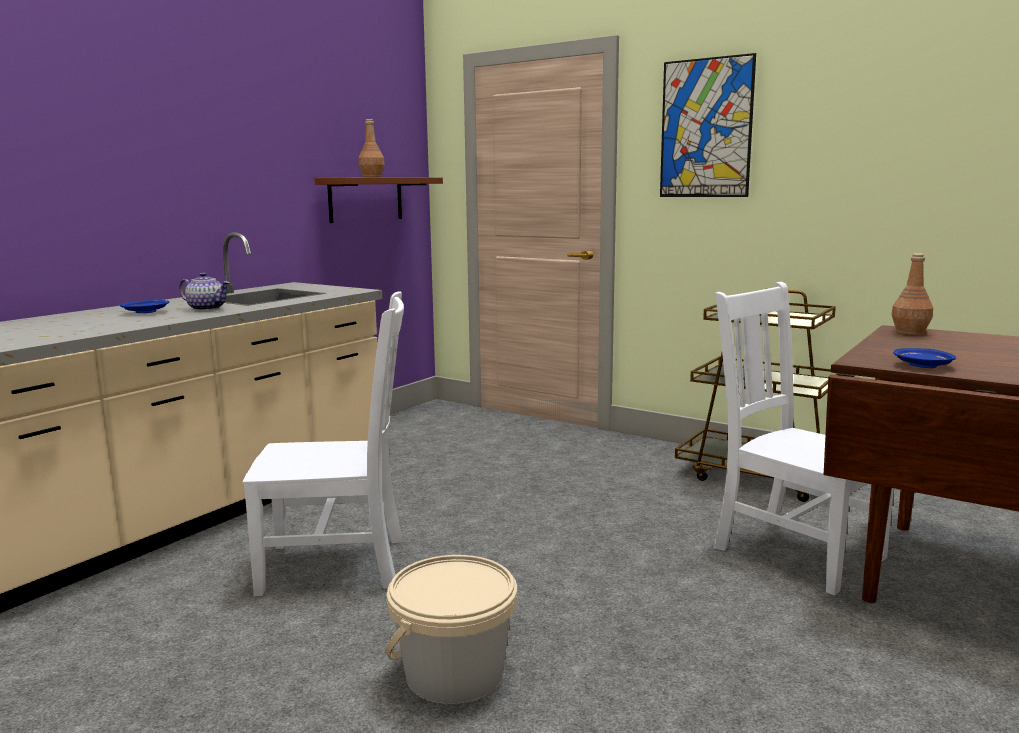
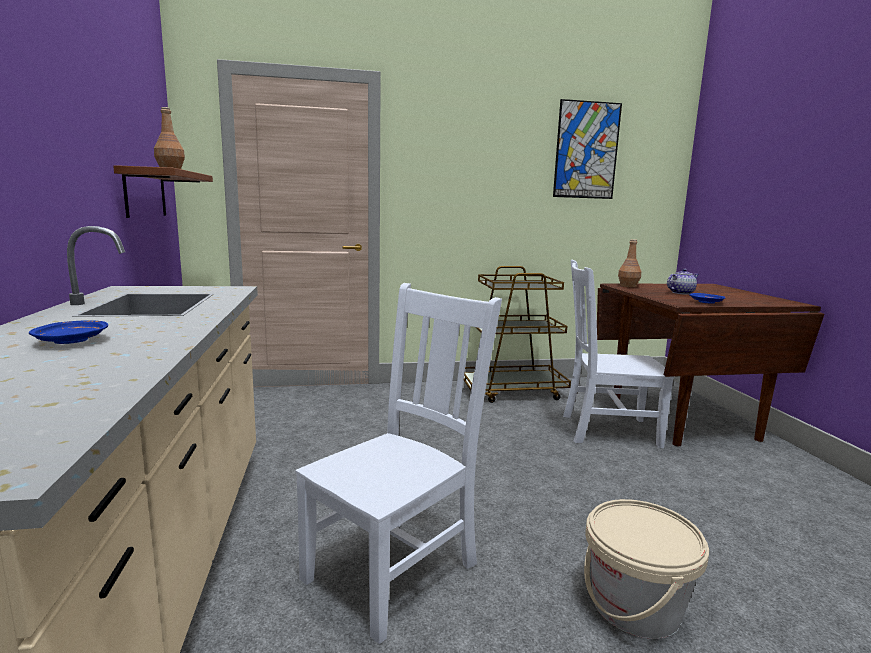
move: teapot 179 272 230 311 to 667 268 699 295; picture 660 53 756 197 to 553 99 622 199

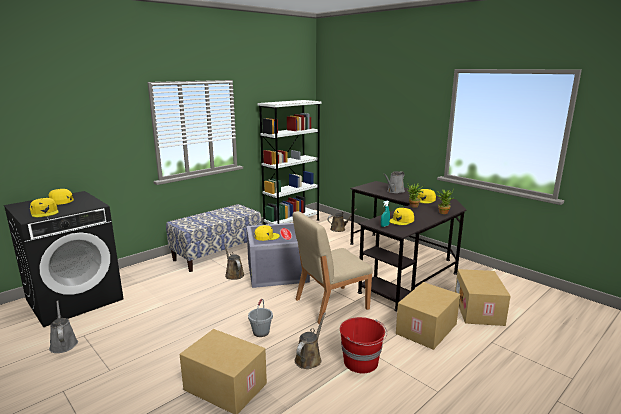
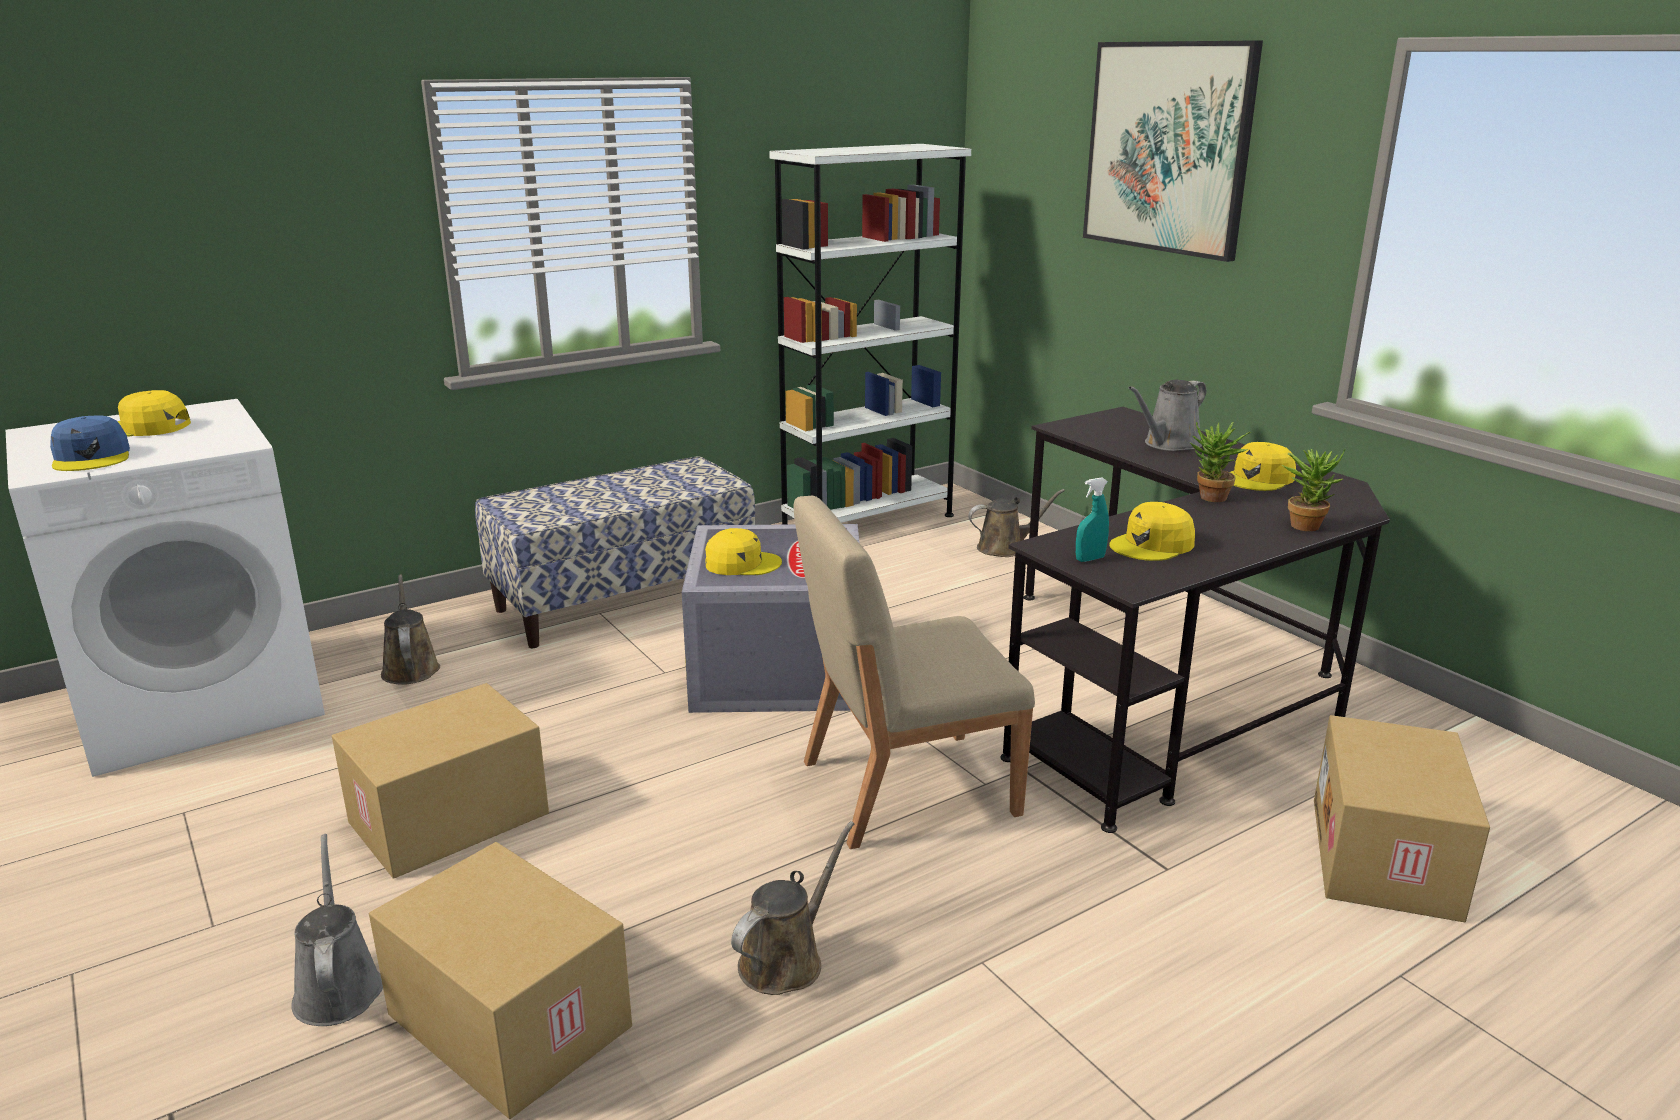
delete: grey bucket 248 299 273 337; red bucket 340 317 387 373
insert: picture 1083 40 1263 262
move: grey watering can 49 301 78 353 to 291 834 383 1026; brown watering can 224 244 244 280 to 381 575 440 685; cardboard box 396 282 460 350 to 332 683 549 879
recolor: black washing machine 4 191 124 327 to white washing machine 6 399 325 777; yellow cap 30 198 59 217 to blue cap 50 416 130 471

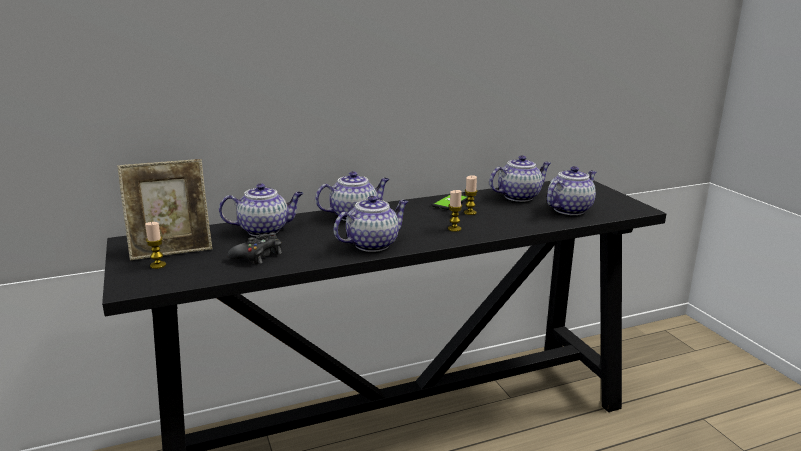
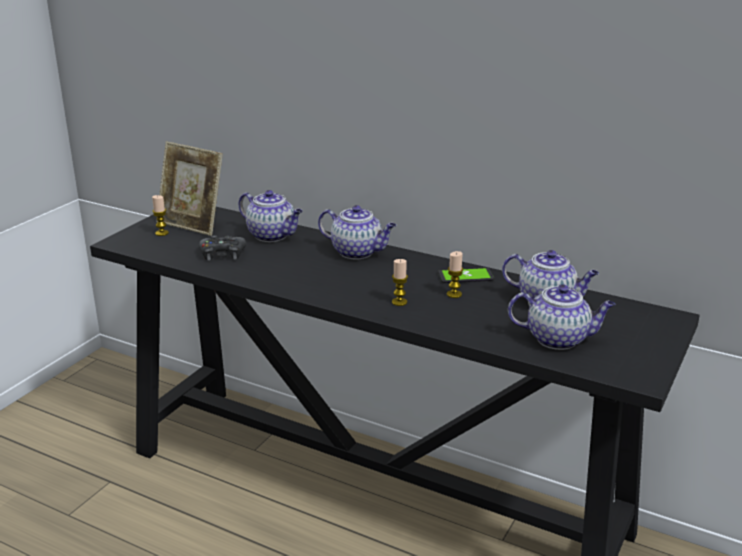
delete: teapot 334 195 409 252

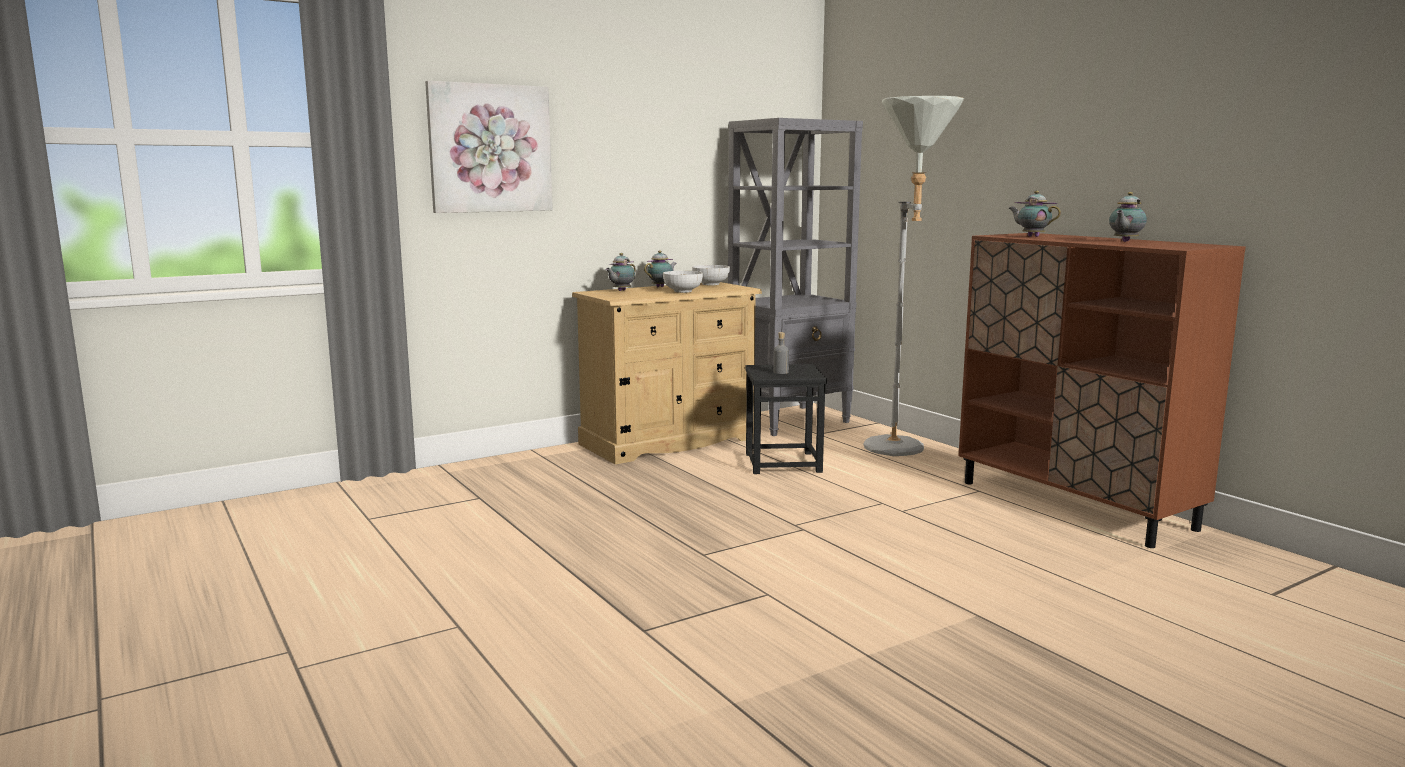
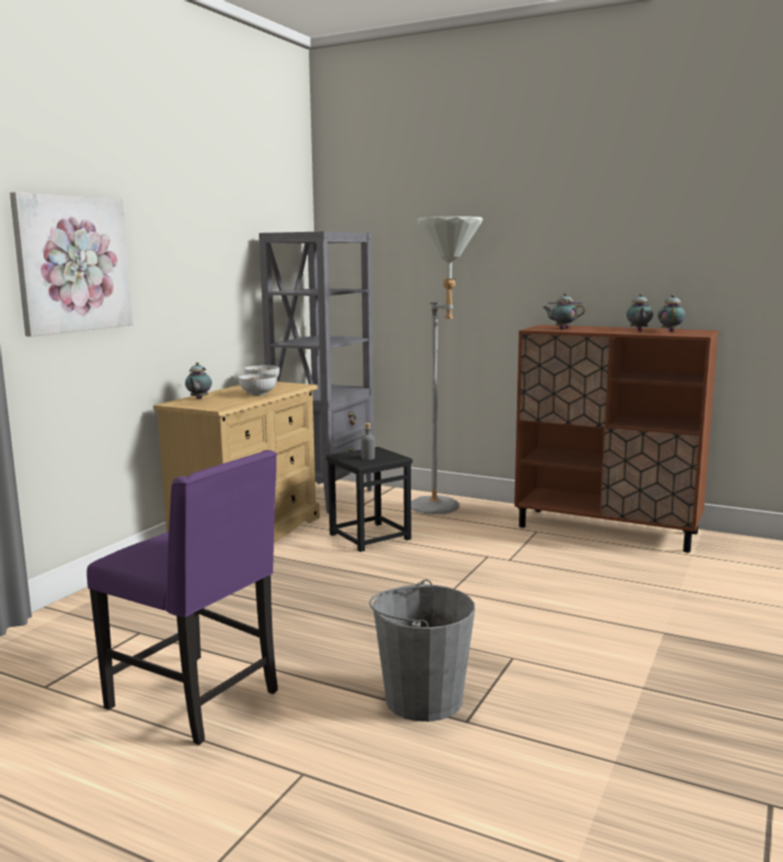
insert: purple chair 87 450 278 745; grey bucket 369 579 475 722
move: teapot 644 250 677 287 to 658 294 685 332

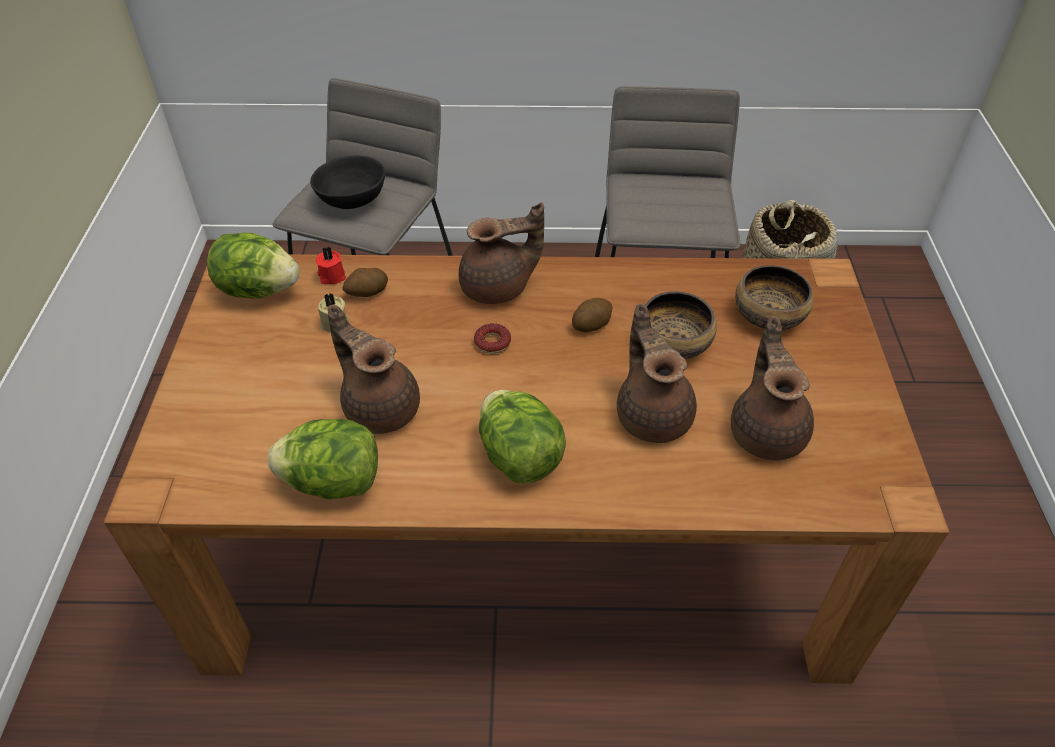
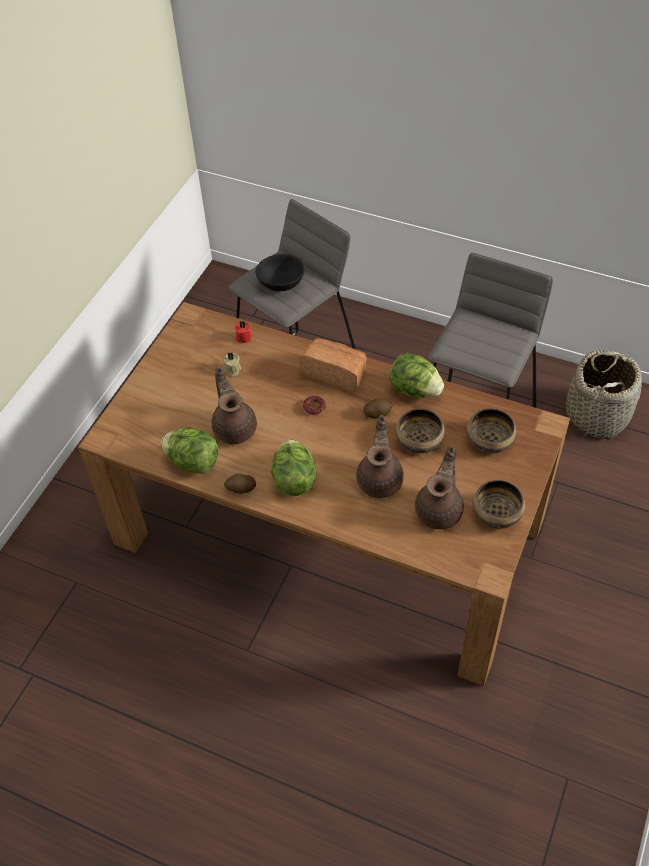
insert: bowl 473 480 525 529
move: lettuce 207 233 299 299 to 389 353 444 398; potato 342 268 388 297 to 224 473 256 494
replace: brown teapot 459 202 544 304 to bread 299 338 367 392

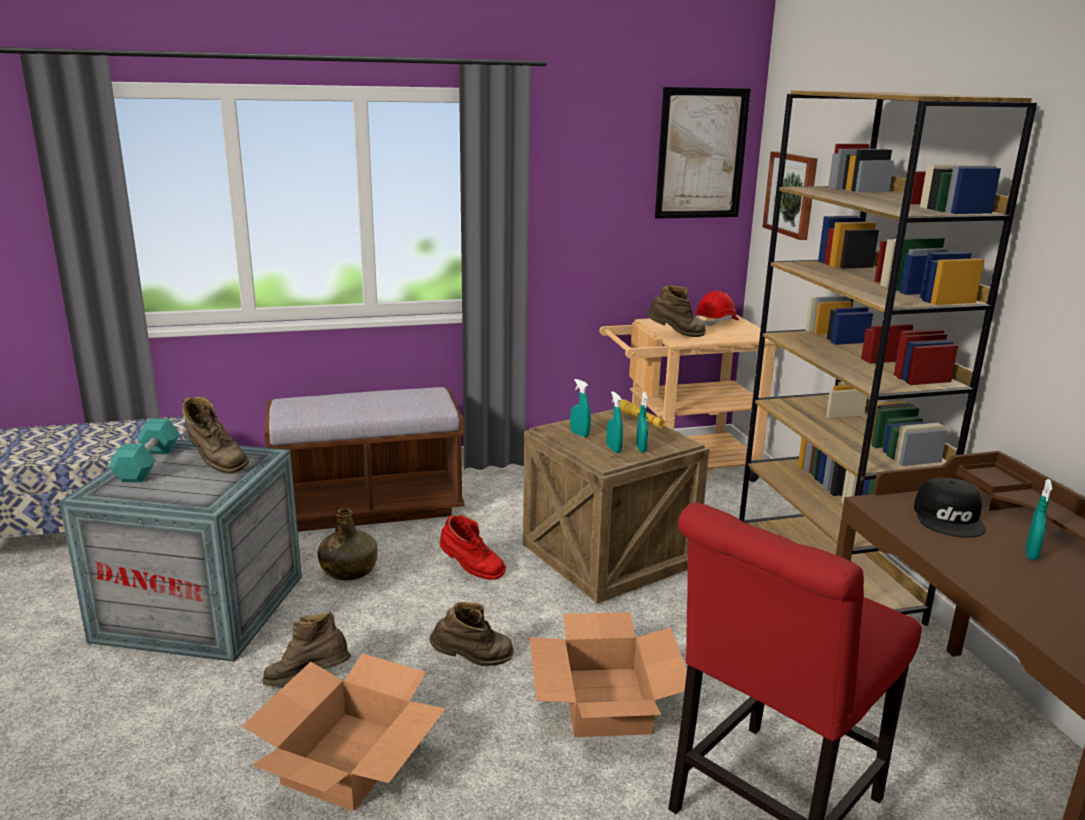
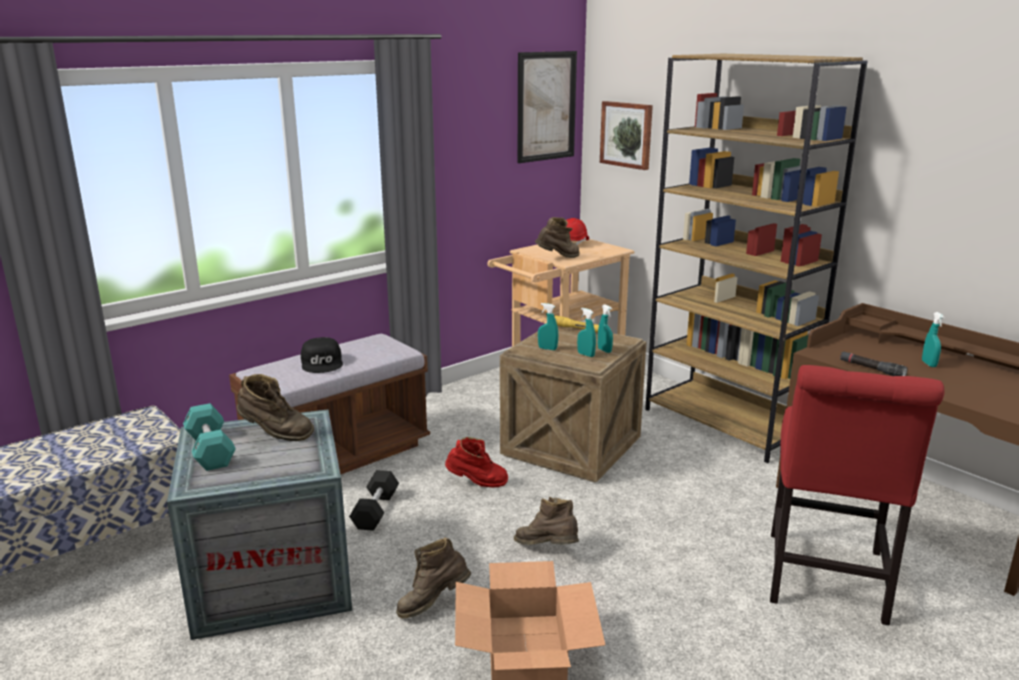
delete: cardboard box 529 612 687 737
insert: black flashlight 840 352 908 376
move: black cap 914 478 986 538 to 301 337 343 373
replace: green bottle 317 508 378 581 to black dumbbell 349 470 399 531
rotate: brown boot 430 602 514 666 = 514 497 579 545 105 degrees counterclockwise

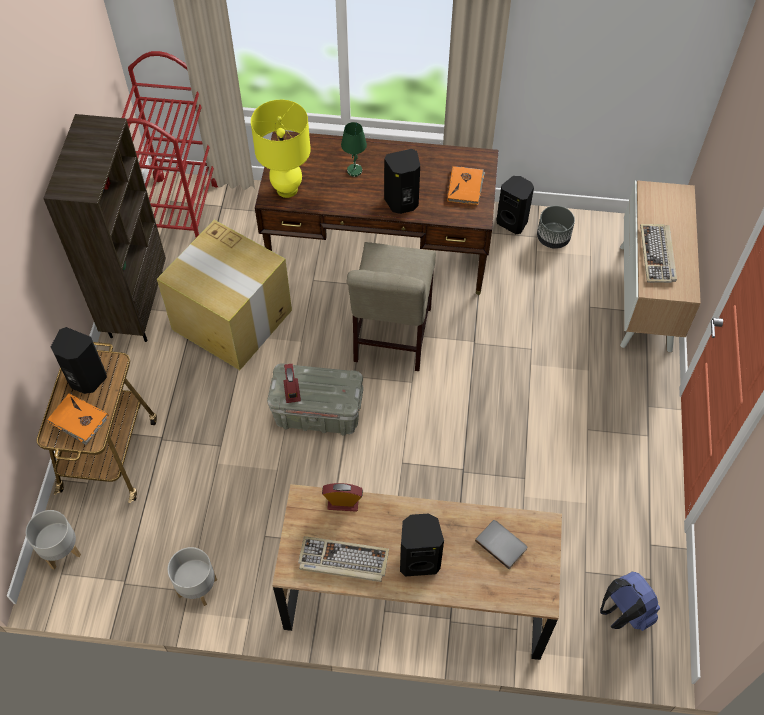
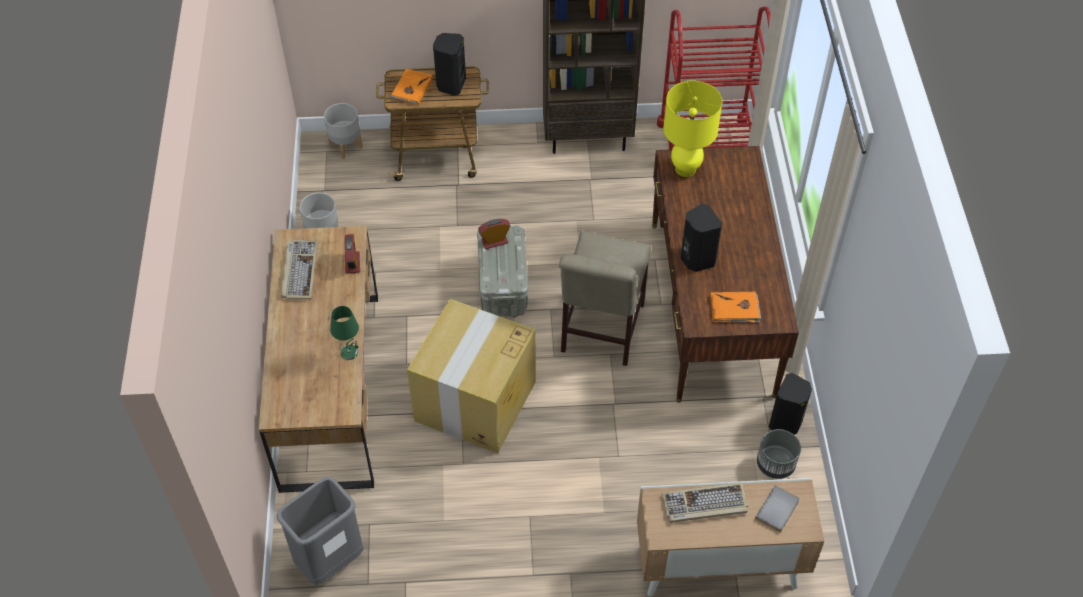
delete: black speaker 400 513 444 576
move: cardboard box 157 220 292 370 to 407 299 536 453; green table lamp 341 122 367 177 to 330 306 359 360; grey book 475 520 528 569 to 755 485 799 532
replace: blue backpack 600 571 660 631 to grey trash can 276 477 364 585
rotate: beige chair 347 242 436 371 = 559 231 651 366 75 degrees counterclockwise

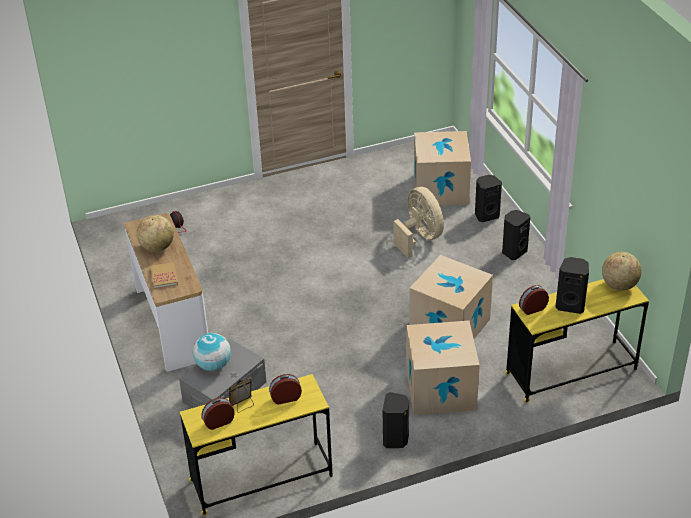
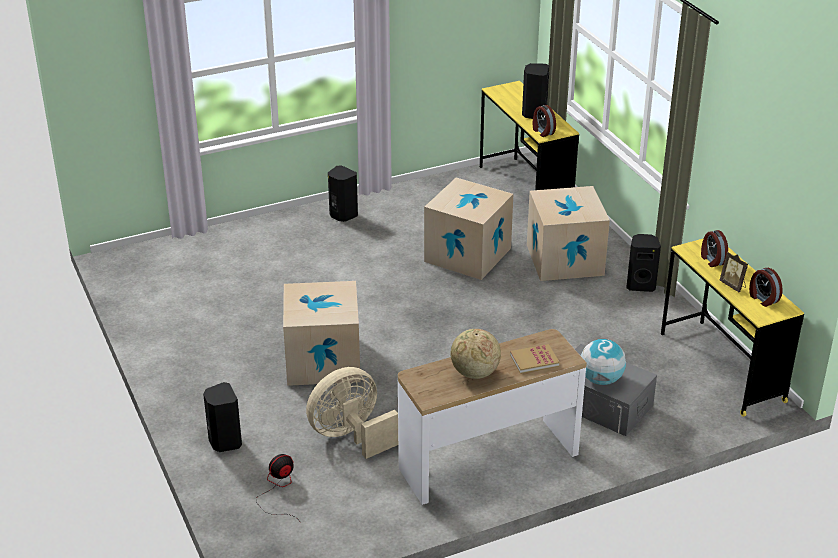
delete: globe 602 252 642 291
move: beige fan 394 187 444 258 to 306 367 398 459; cardboard box 414 131 471 206 to 283 281 361 386; black speaker 475 175 502 222 to 203 382 242 452

